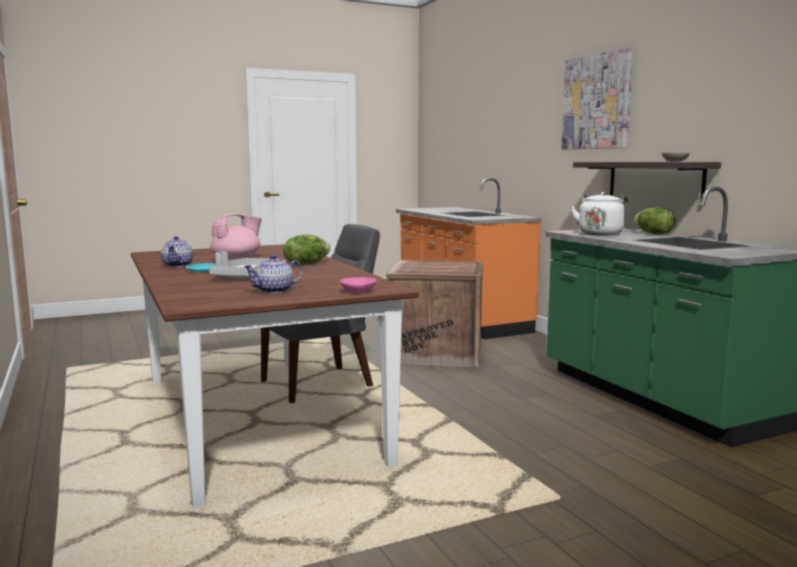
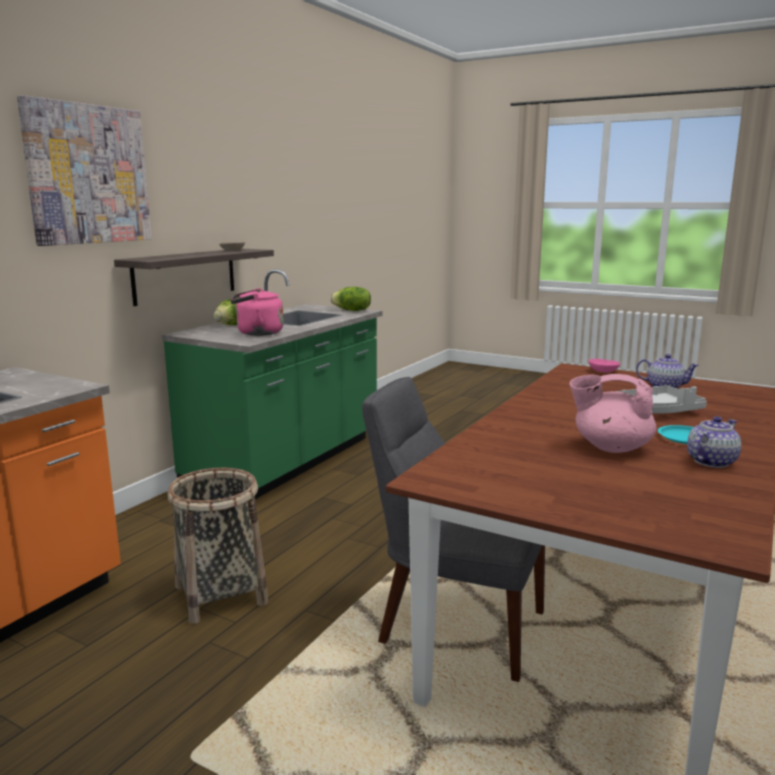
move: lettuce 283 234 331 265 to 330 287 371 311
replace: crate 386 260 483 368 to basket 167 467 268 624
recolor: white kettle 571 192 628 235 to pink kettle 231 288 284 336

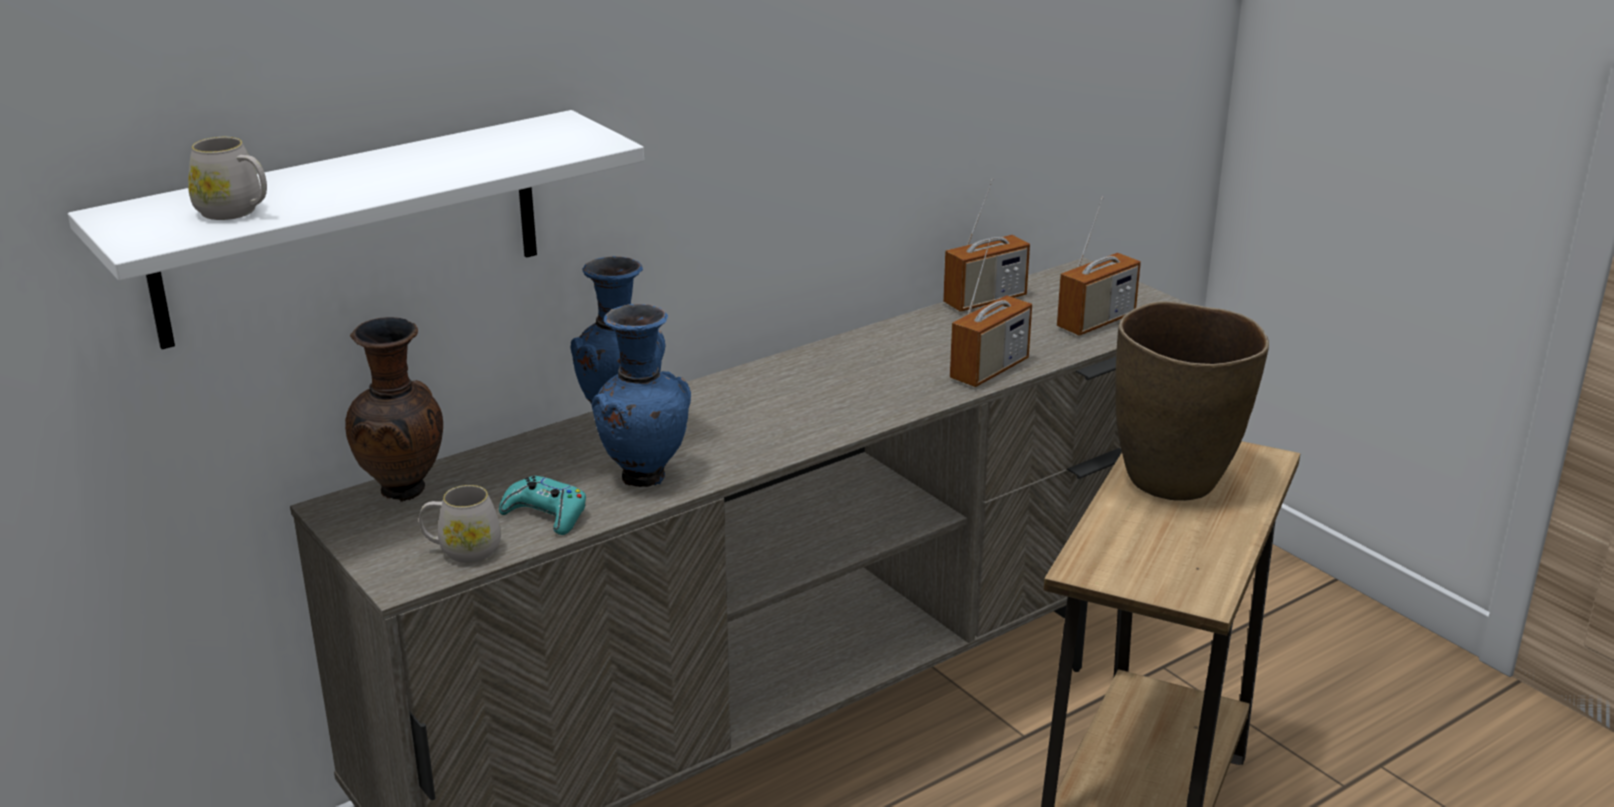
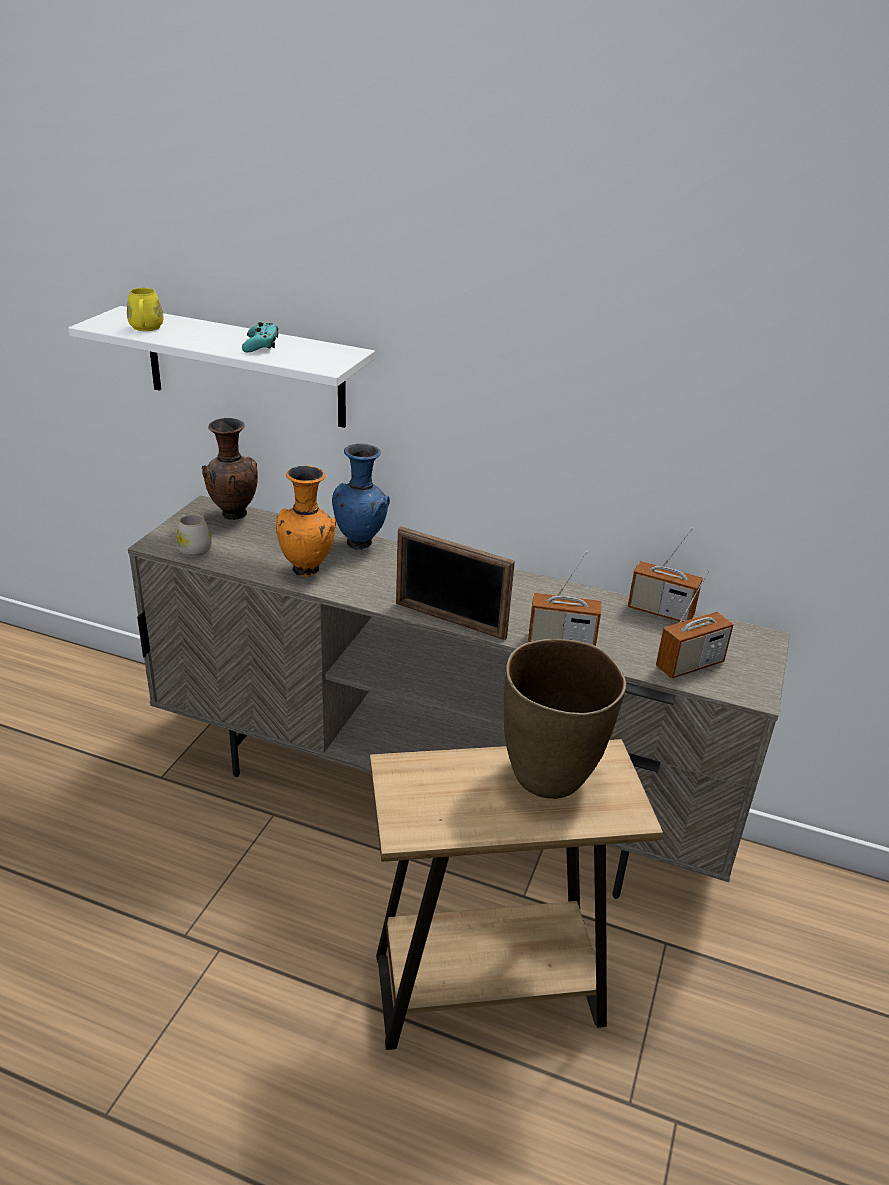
insert: picture frame 396 526 515 640
move: turquoise game controller 499 476 586 535 to 242 322 278 352
recolor: white mug 188 137 267 220 to yellow mug 127 288 163 331; blue vase 592 304 691 487 to orange vase 276 466 336 578
rotate: radio 1057 197 1141 336 = 656 570 734 679 45 degrees counterclockwise

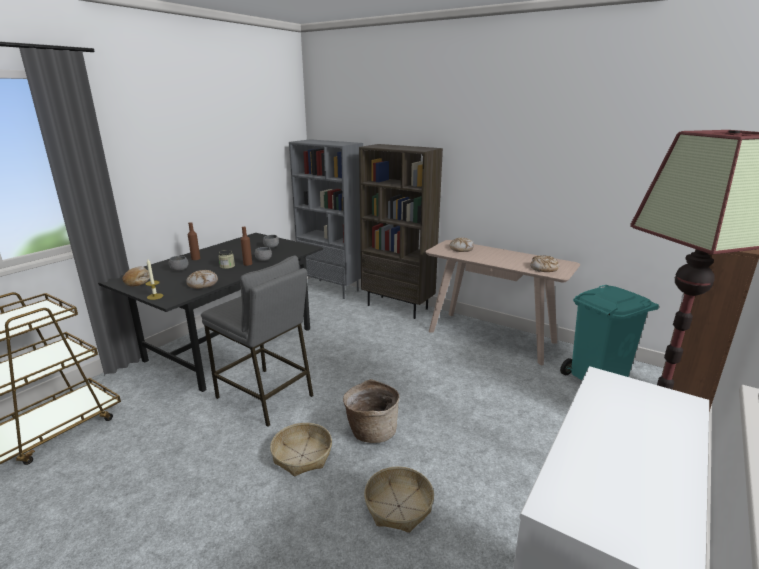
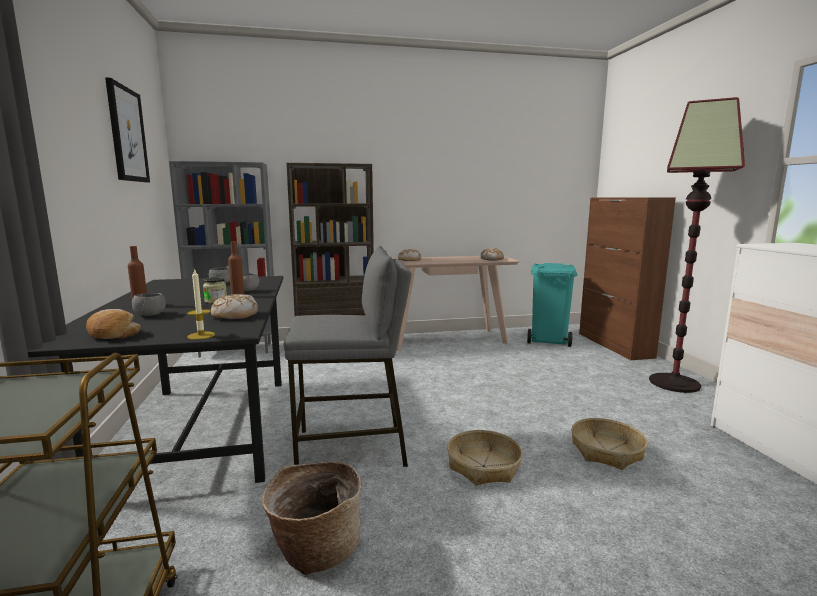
insert: picture 105 77 150 182
move: basket 343 379 400 443 to 262 462 361 575

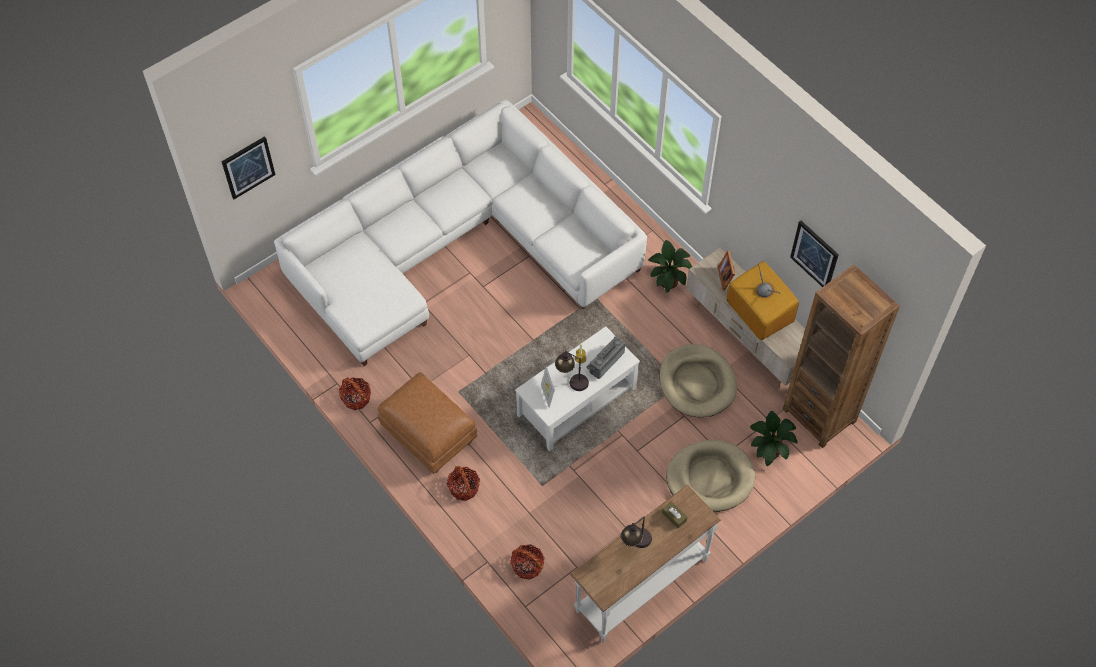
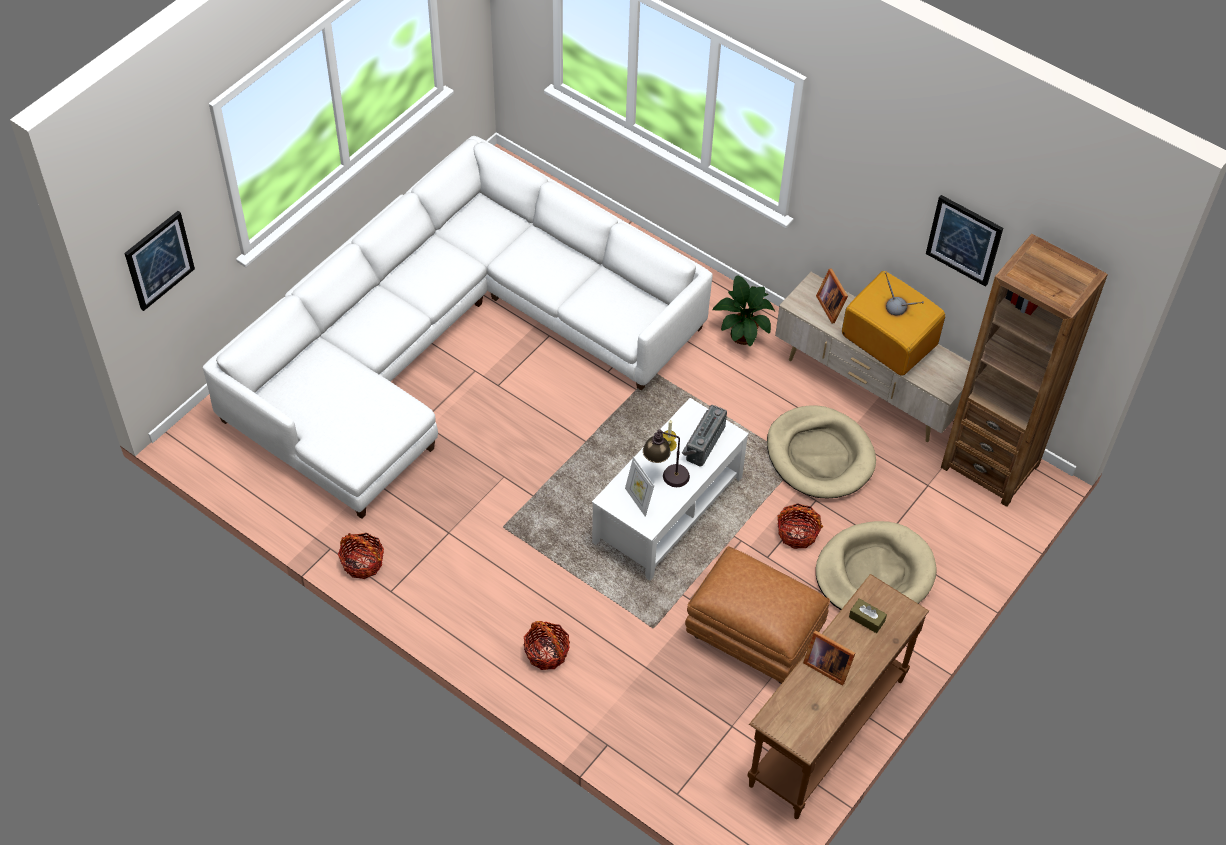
delete: potted plant 750 411 797 466
move: brown ottoman 377 372 477 474 to 685 546 830 684; basket 510 544 545 580 to 777 503 823 549
replace: table lamp 621 517 652 548 to picture frame 803 630 856 686
recolor: white console table 570 485 721 642 to brown console table 747 574 929 819

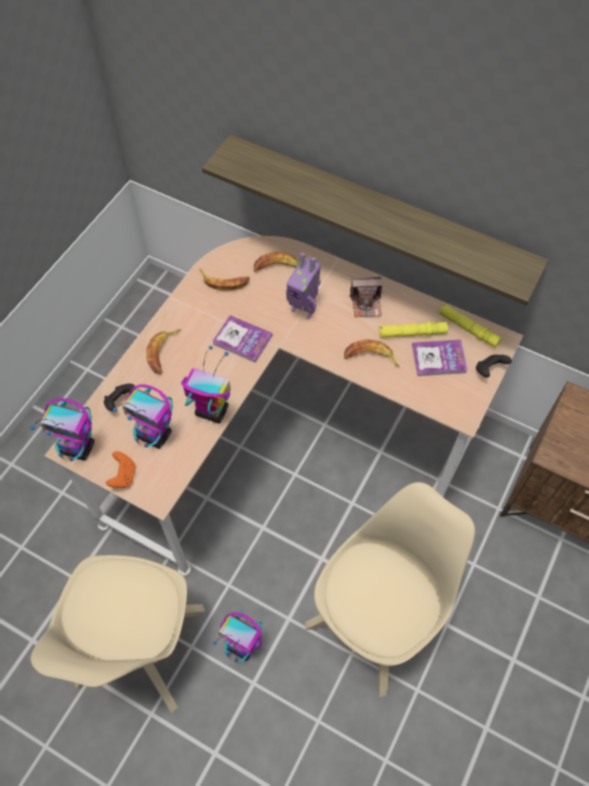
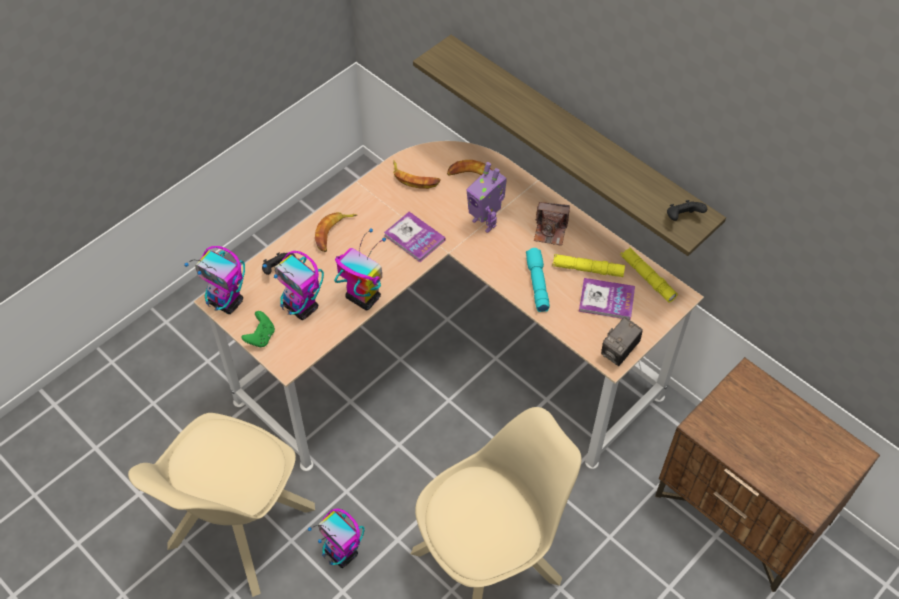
insert: photo camera 601 317 643 366
move: black game controller 476 354 512 378 to 667 200 707 221
replace: banana 344 339 399 368 to turquoise flashlight 526 248 550 312
recolor: orange game controller 106 451 136 488 to green game controller 241 311 275 348

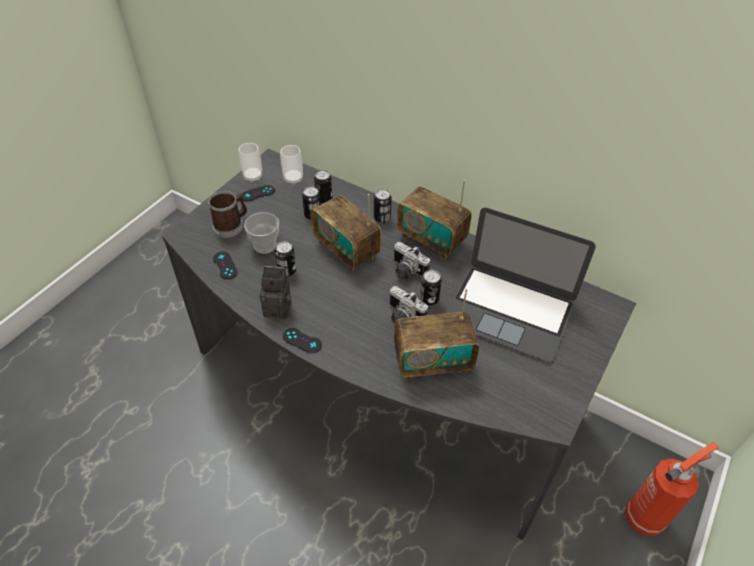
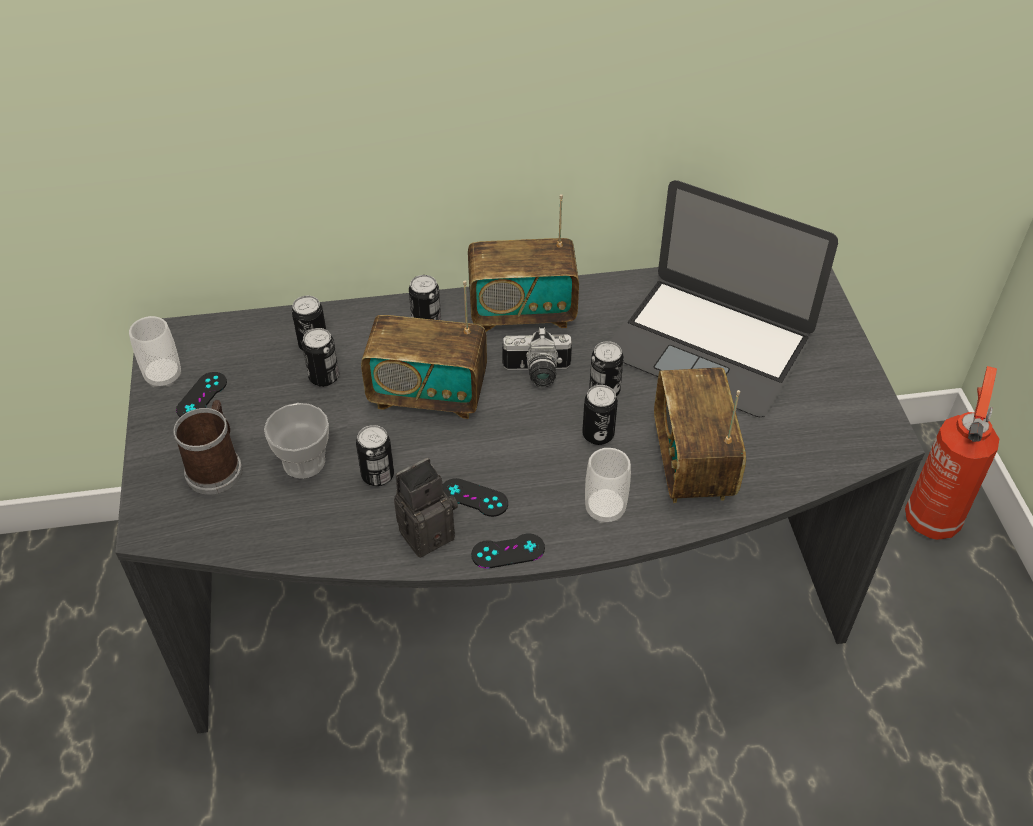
move: black game controller 213 252 238 279 to 443 478 508 517; cup 280 145 303 185 to 585 448 631 524
replace: photo camera 389 286 428 325 to can 582 385 618 445
rotate: radio 394 288 479 380 = 654 368 746 503 135 degrees clockwise; laptop 445 207 596 362 = 610 180 838 417 45 degrees clockwise

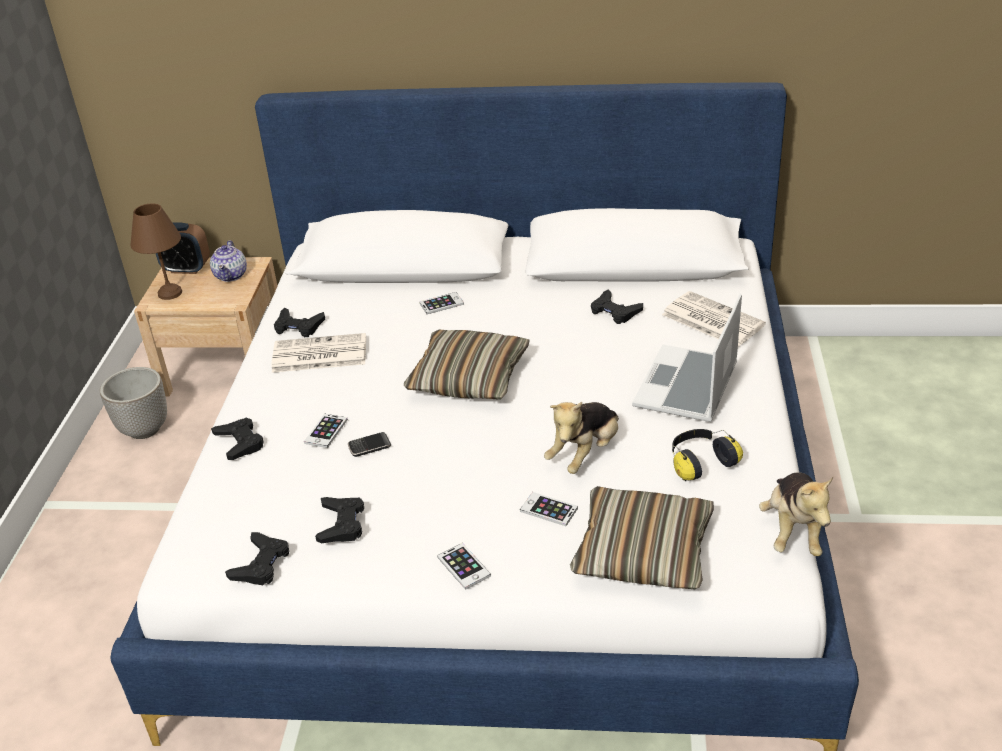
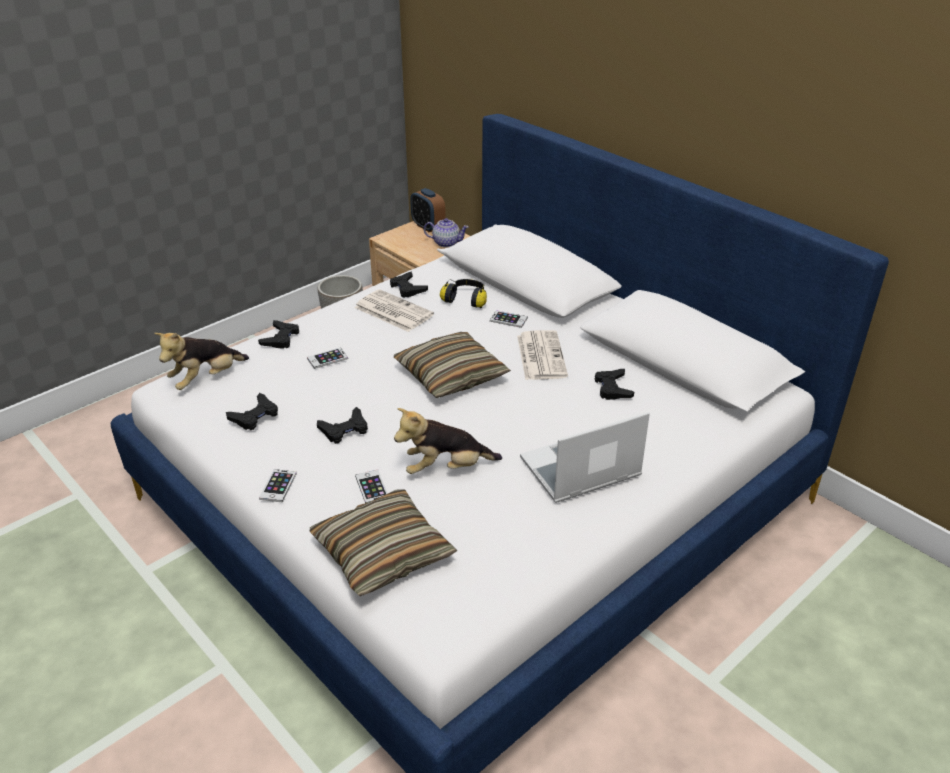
delete: brown table lamp 131 203 182 300; phone 348 432 391 457
move: black game controller 225 532 289 585 to 317 407 368 444; newspaper 662 291 766 347 to 517 330 568 380; headphones 672 429 743 481 to 440 279 487 309; plush toy 759 472 833 556 to 154 333 249 390
rotate: teapot 210 240 247 282 = 424 218 469 248 120 degrees counterclockwise

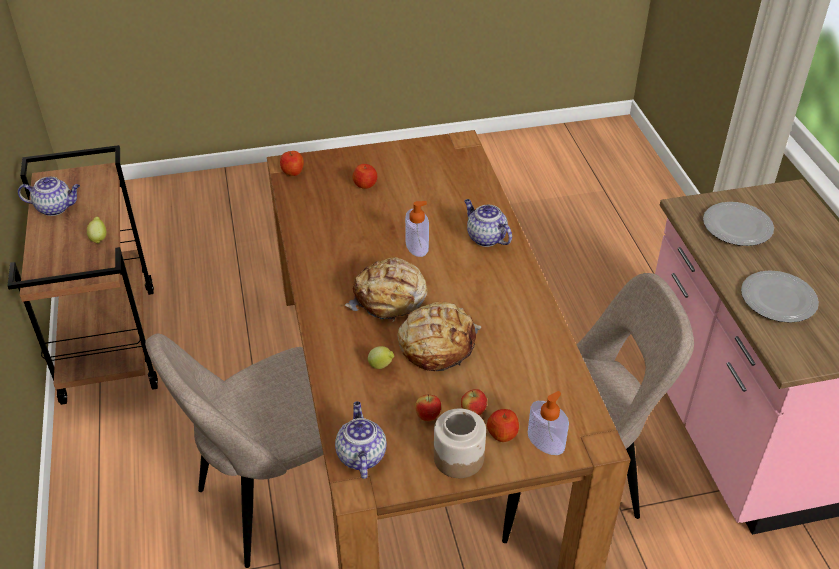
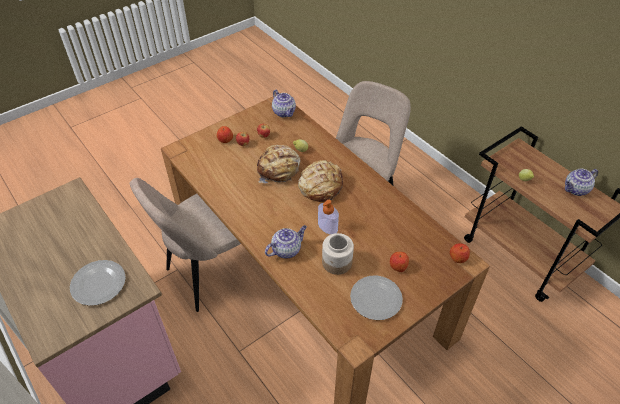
delete: soap dispenser 528 391 569 455
move: jar 434 408 486 478 to 322 233 354 275; plate 741 270 819 323 to 350 275 403 320
rotate: teapot 464 199 512 247 = 265 225 307 258 60 degrees counterclockwise

